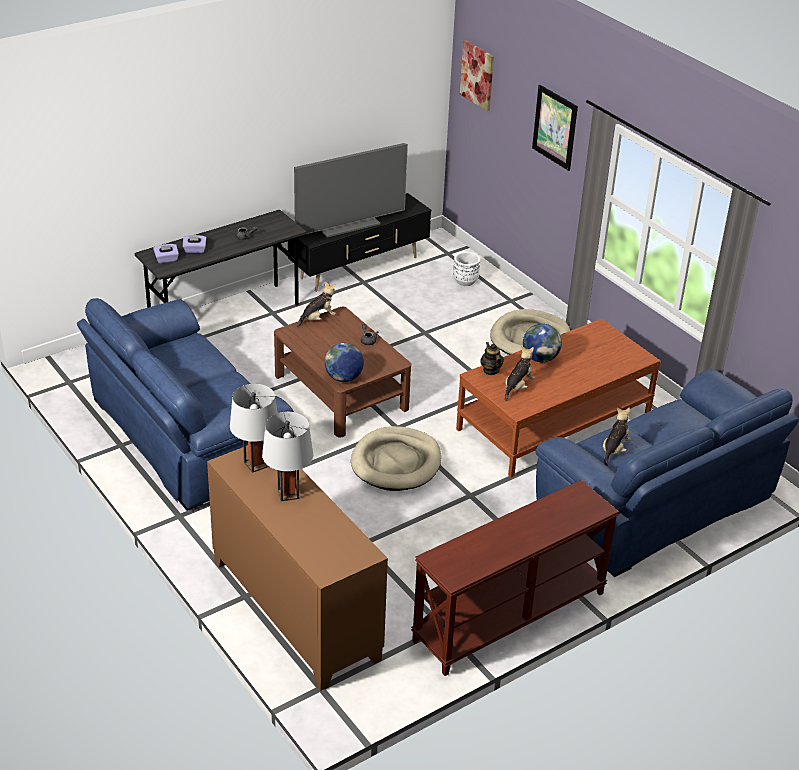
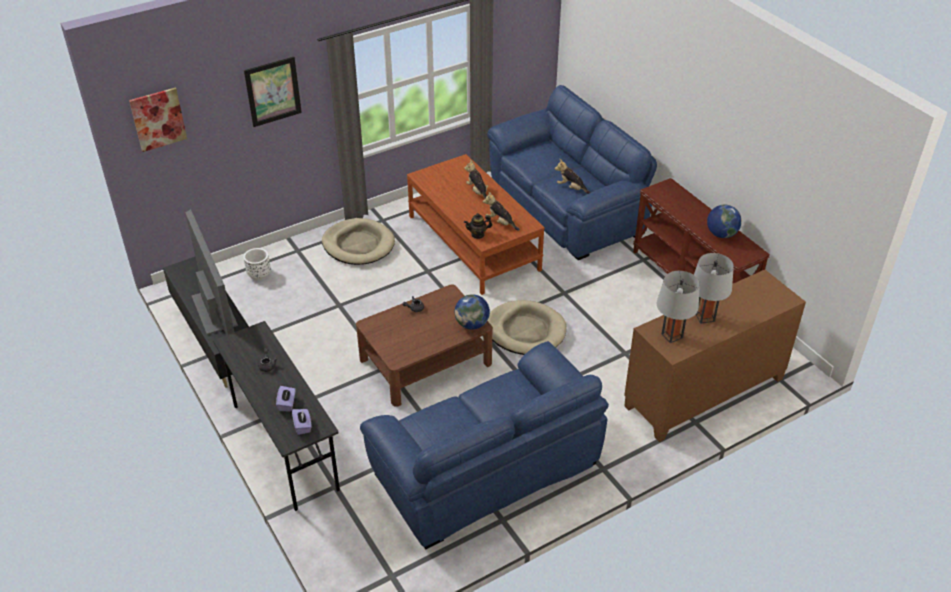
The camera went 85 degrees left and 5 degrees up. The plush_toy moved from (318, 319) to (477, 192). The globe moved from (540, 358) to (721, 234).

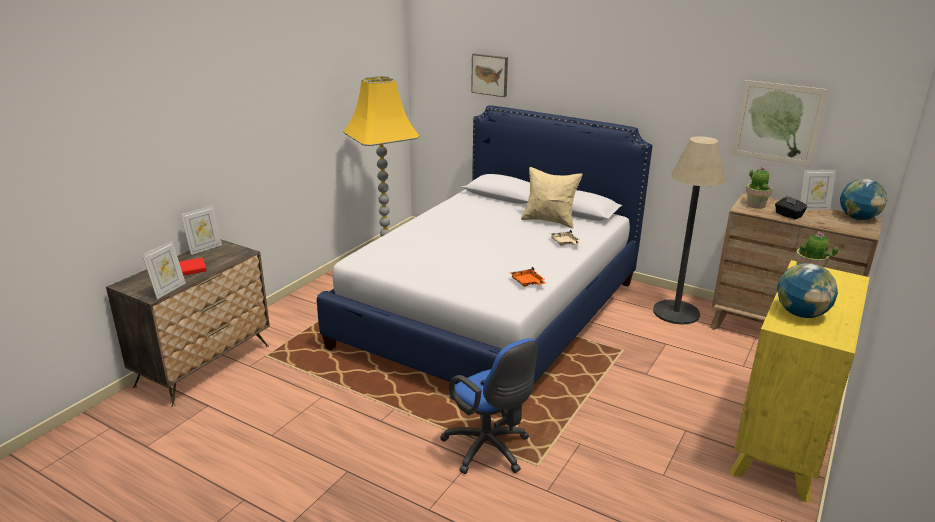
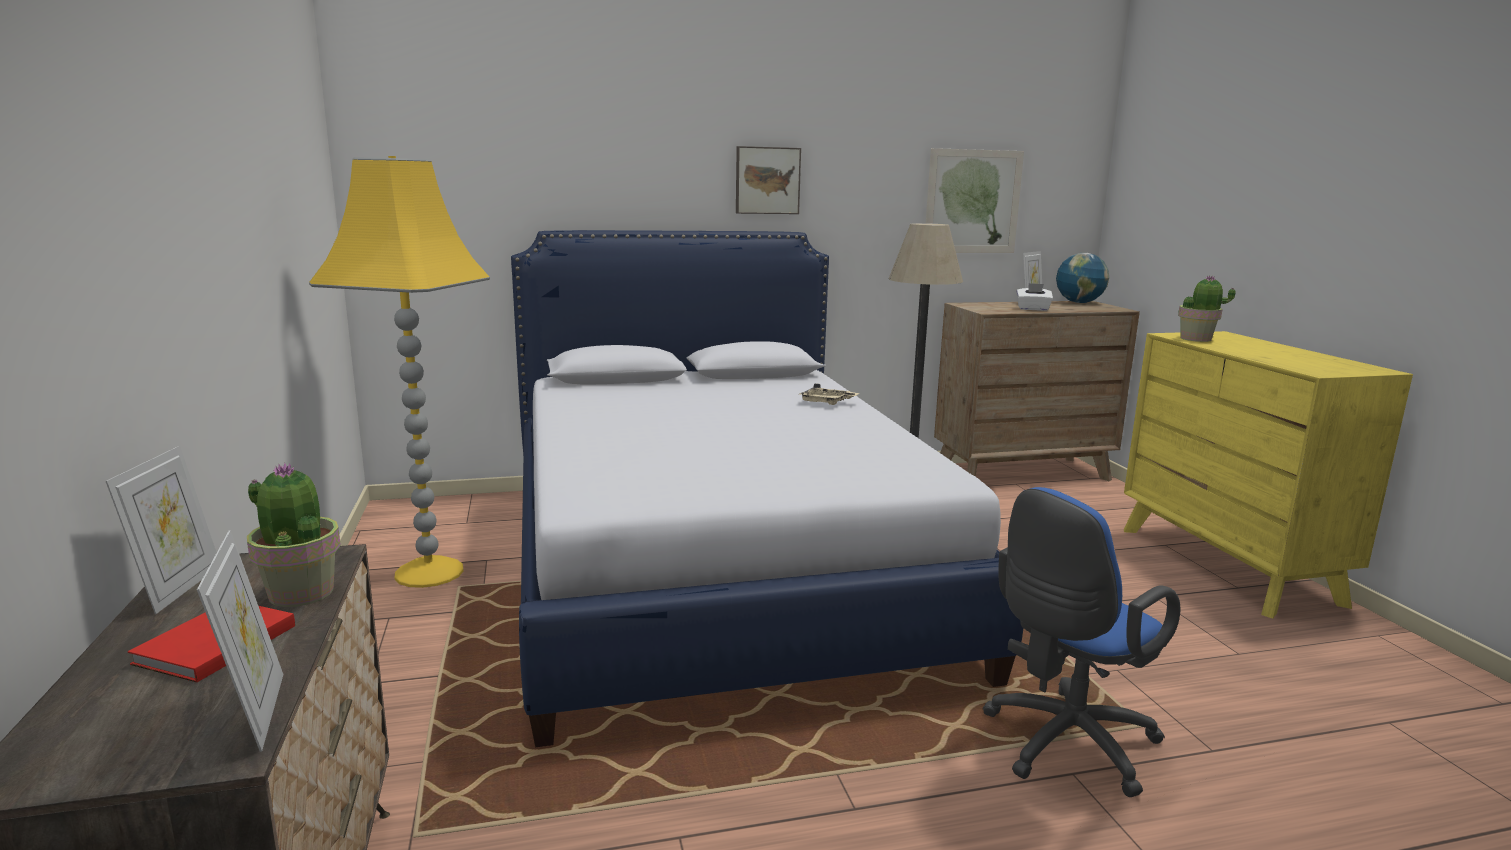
The camera went 45 degrees left and 10 degrees down. The orange_tray at (527, 282) disappeared. The beige_pillow at (549, 221) disappeared. The globe at (801, 314) disappeared. The picture moved from (490, 74) to (767, 180). The potted_plant moved from (755, 205) to (301, 592). The black_tissue_box at (788, 215) became the white_tissue_box at (1033, 309). The blue_office_chair at (489, 450) turned 135 degrees clockwise.

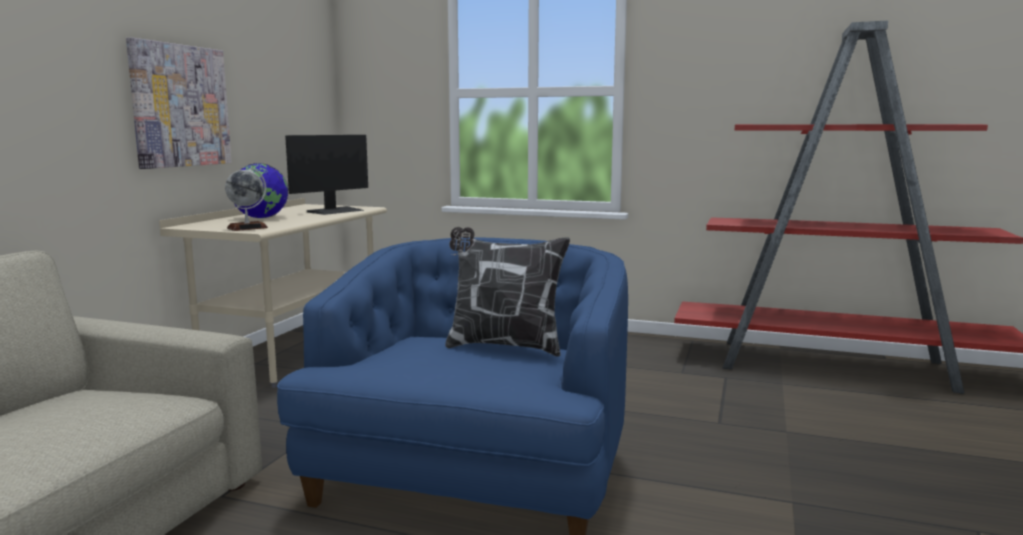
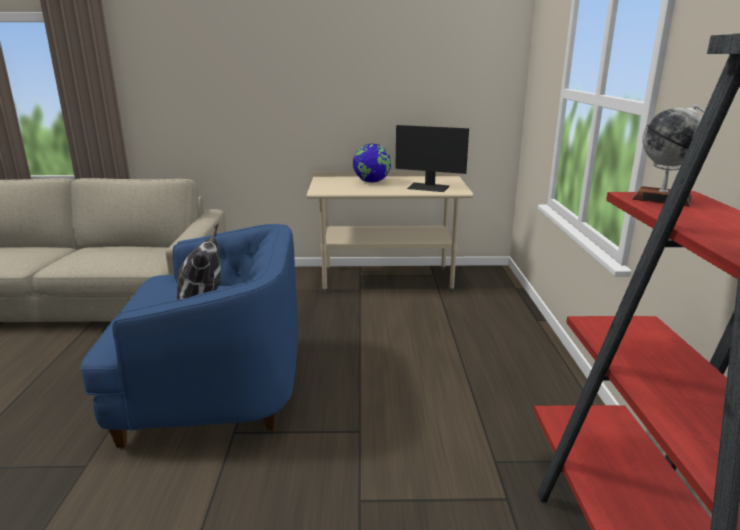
The camera went 70 degrees right and 10 degrees up. The picture at (180, 106) disappeared. The globe moved from (247, 228) to (662, 199).

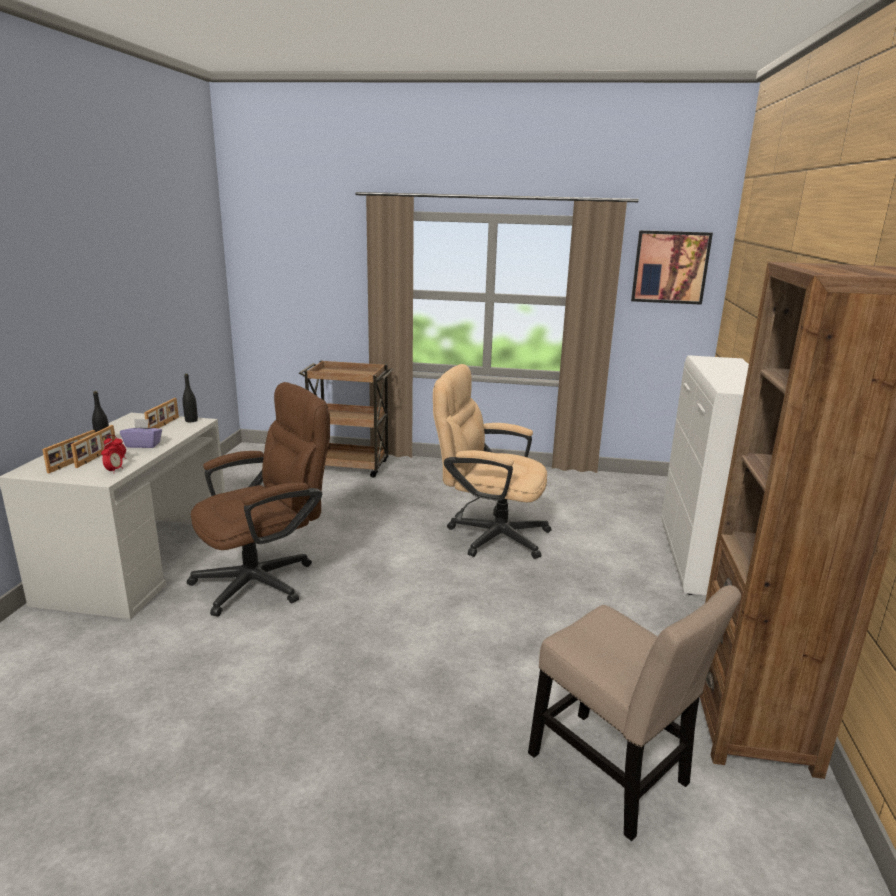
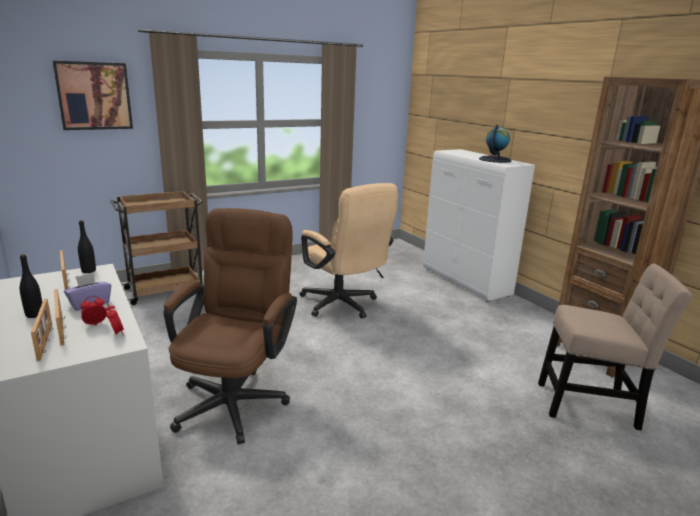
The camera went 40 degrees left and 0 degrees up. The globe at (494, 160) appeared. The picture moved from (670, 267) to (94, 96). The beige_office_chair at (488, 535) turned 105 degrees counterclockwise.

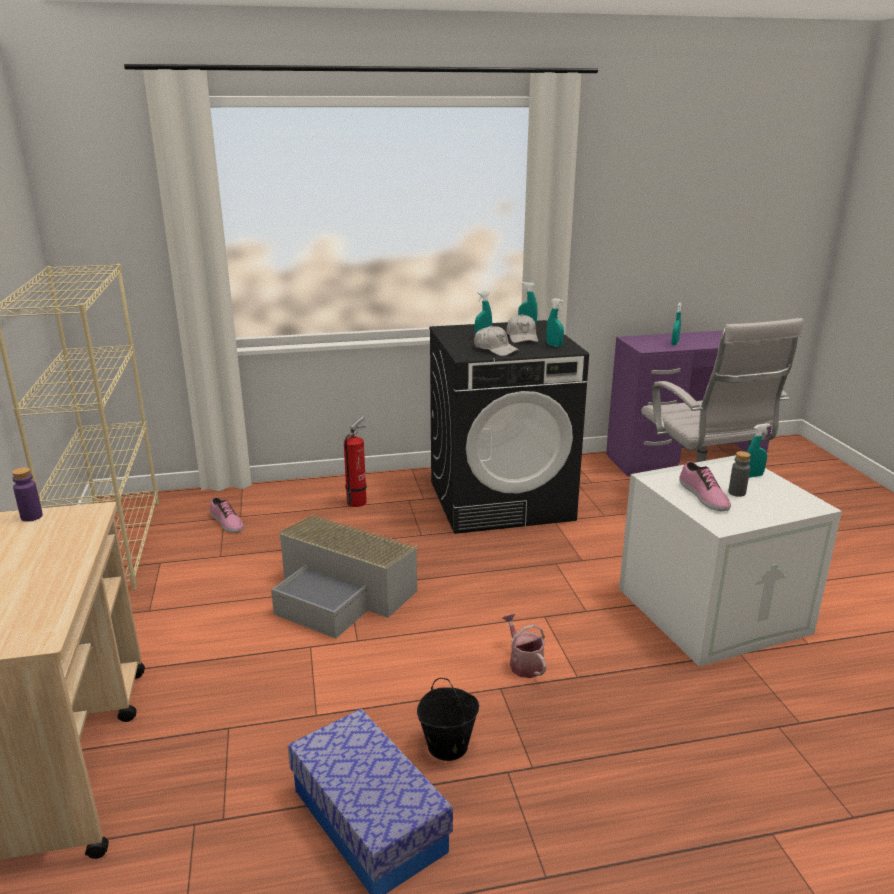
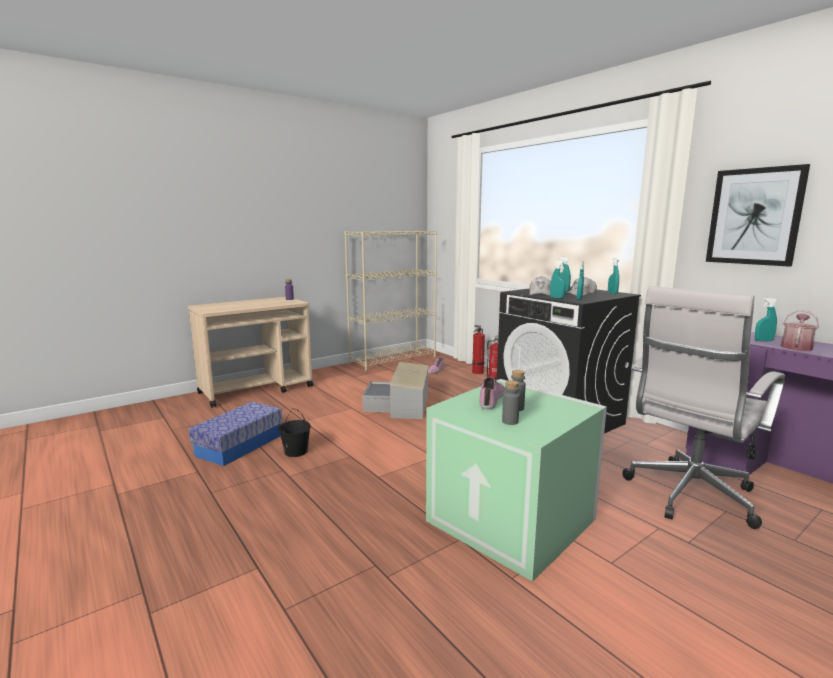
The camera went 65 degrees right and 10 degrees down. The fire_extinguisher at (477, 373) appeared. The grey_bottle at (510, 421) appeared. The picture at (754, 216) appeared. The watering_can moved from (523, 663) to (796, 346). The turquoise_spray_bottle moved from (752, 476) to (557, 298). The white_storage_box at (712, 608) became the green_storage_box at (514, 520). The shoe at (703, 496) turned 150 degrees clockwise.

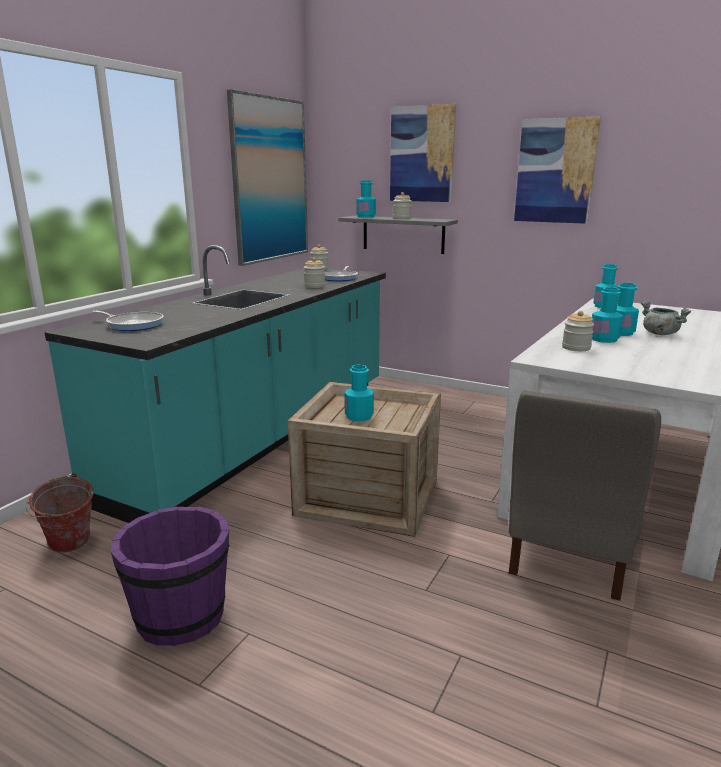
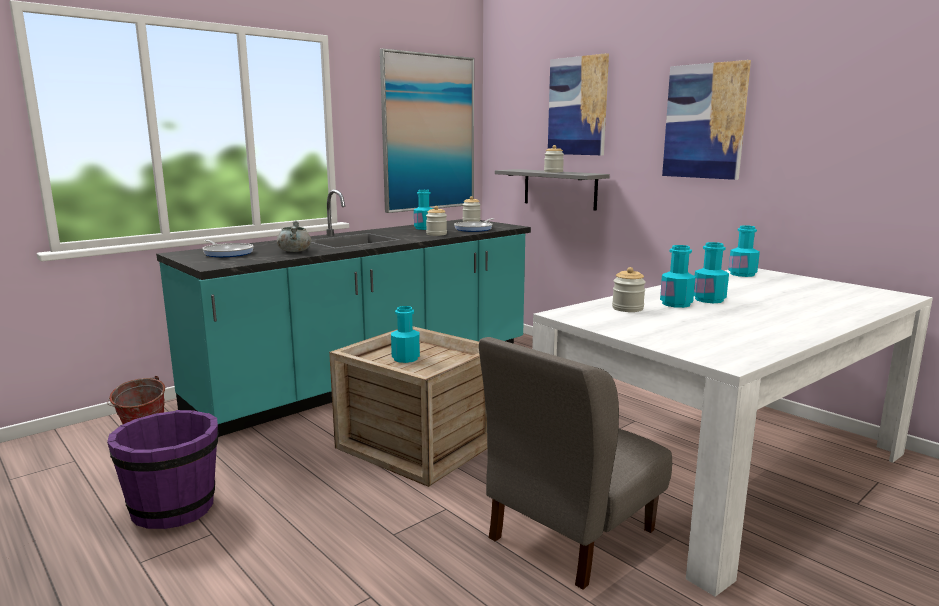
The camera went 20 degrees right and 5 degrees down. The turquoise_bottle moved from (366, 217) to (424, 228). The grey_cooking_pot moved from (659, 333) to (294, 251).

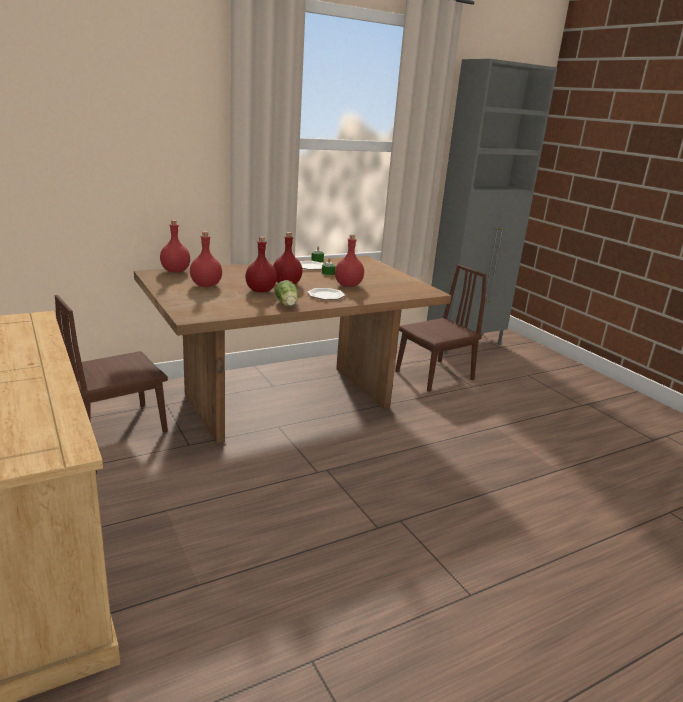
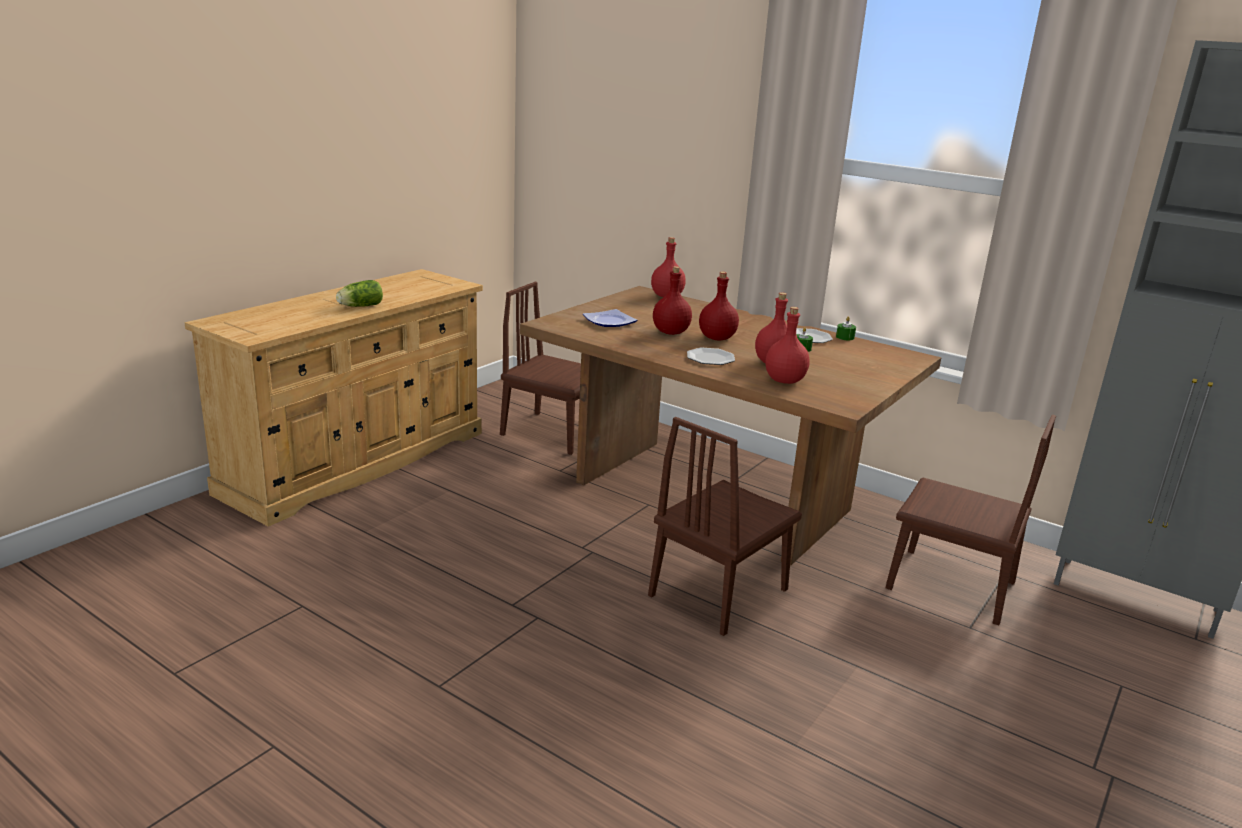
The camera went 65 degrees right and 0 degrees up. The plate at (610, 322) appeared. The brown_chair at (718, 592) appeared. The red_bottle moved from (206, 285) to (785, 380). The lettuce moved from (287, 304) to (359, 306).

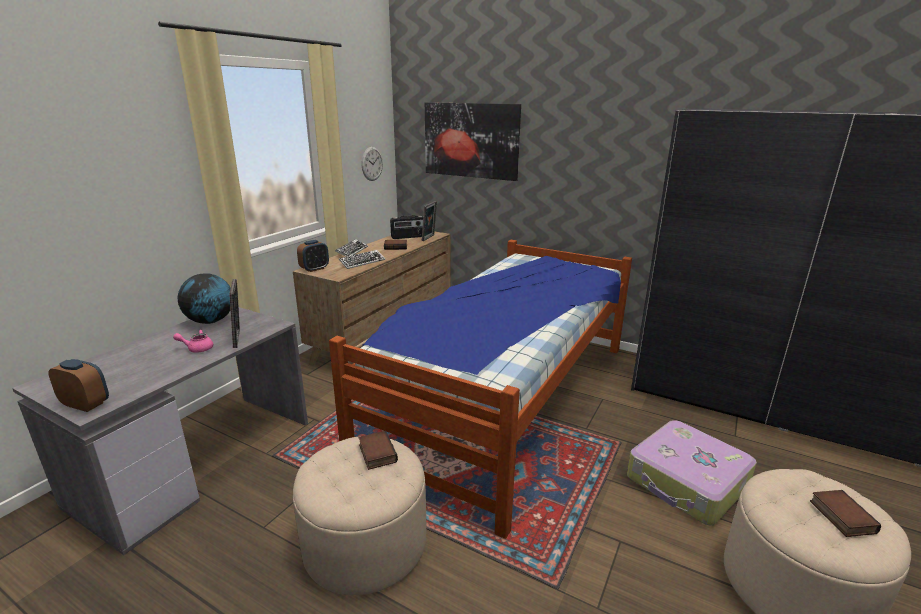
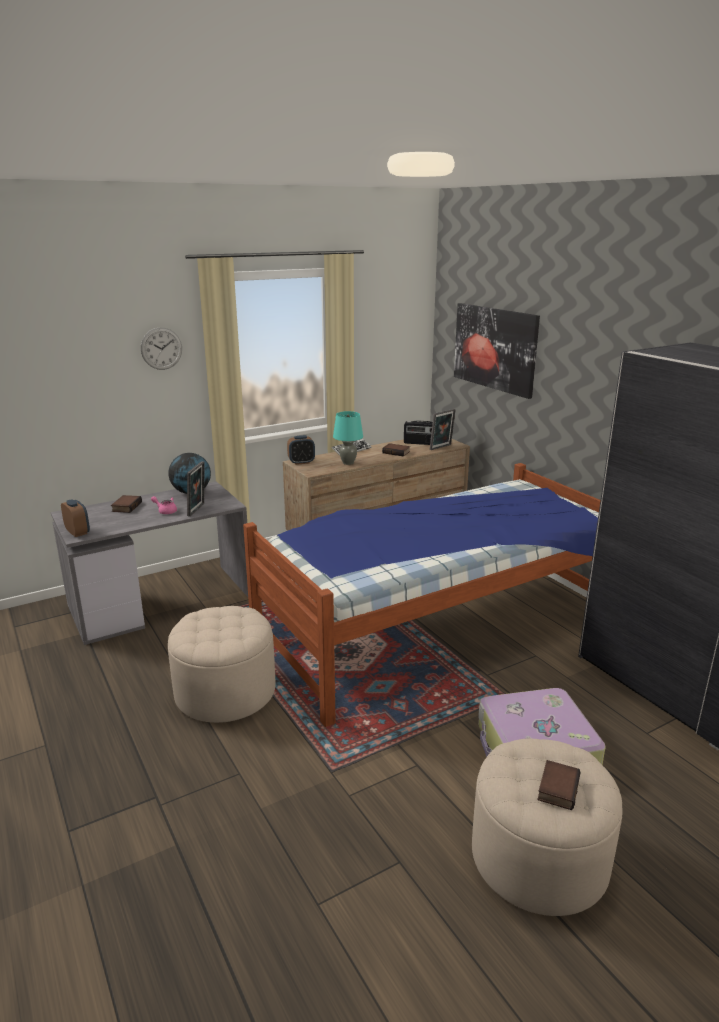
The camera went 30 degrees right and 0 degrees up. The book moved from (376, 453) to (126, 506). The wall_clock moved from (372, 164) to (161, 348). The keyboard at (362, 262) was replaced by the turquoise_table_lamp at (348, 463).

